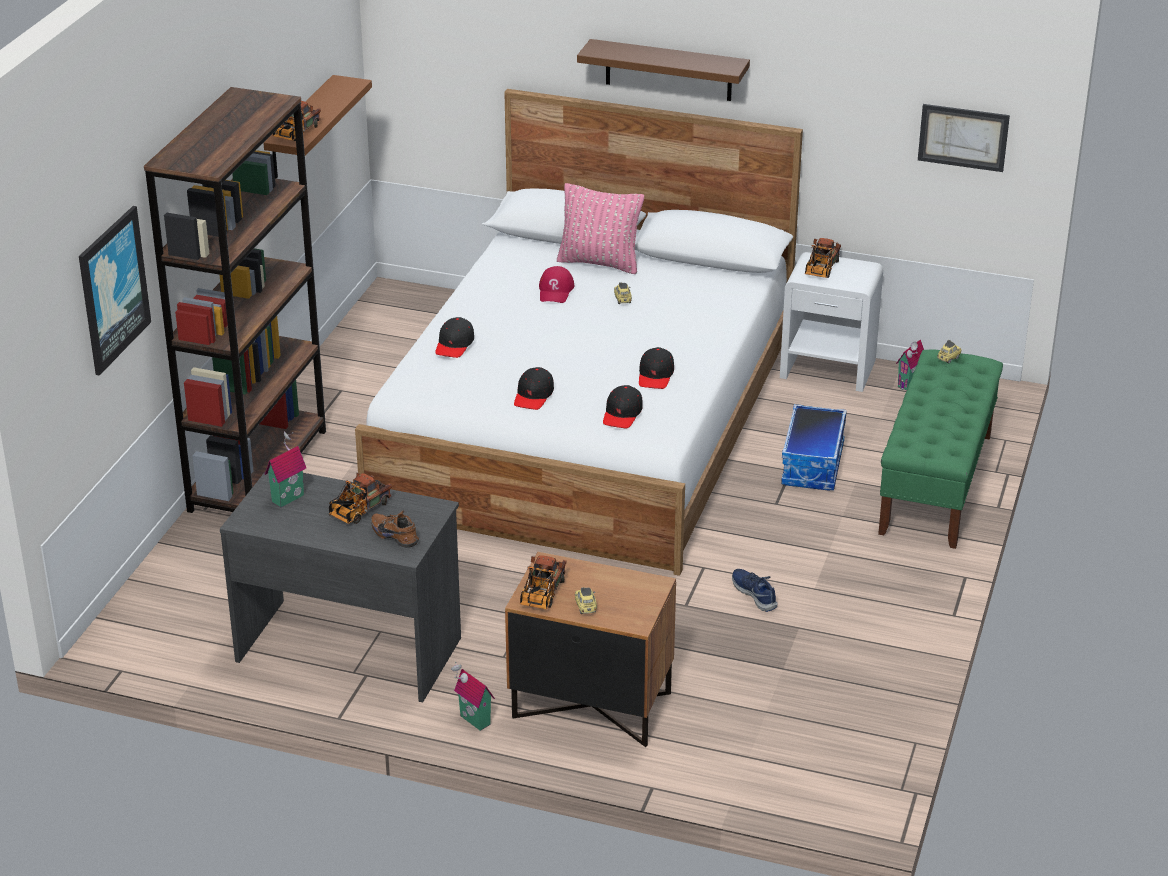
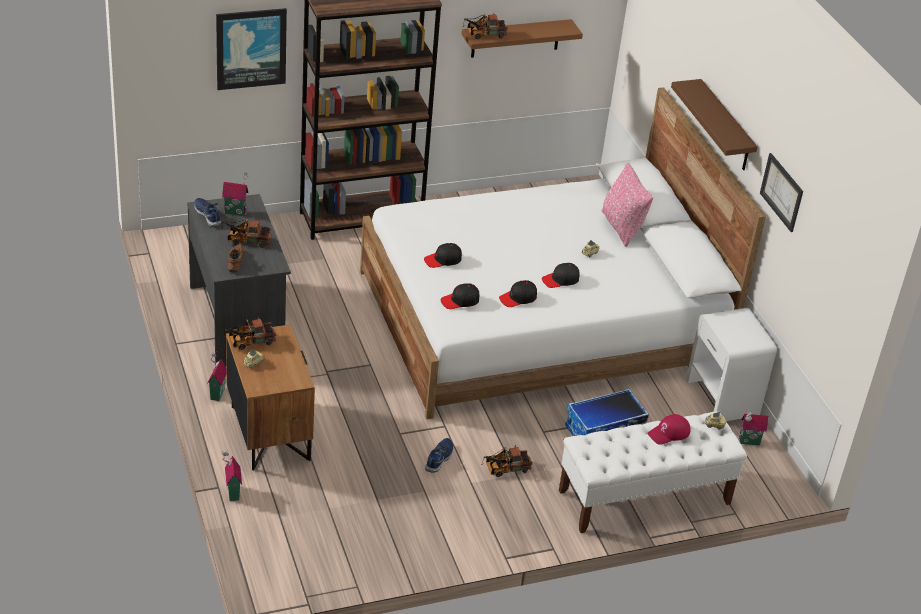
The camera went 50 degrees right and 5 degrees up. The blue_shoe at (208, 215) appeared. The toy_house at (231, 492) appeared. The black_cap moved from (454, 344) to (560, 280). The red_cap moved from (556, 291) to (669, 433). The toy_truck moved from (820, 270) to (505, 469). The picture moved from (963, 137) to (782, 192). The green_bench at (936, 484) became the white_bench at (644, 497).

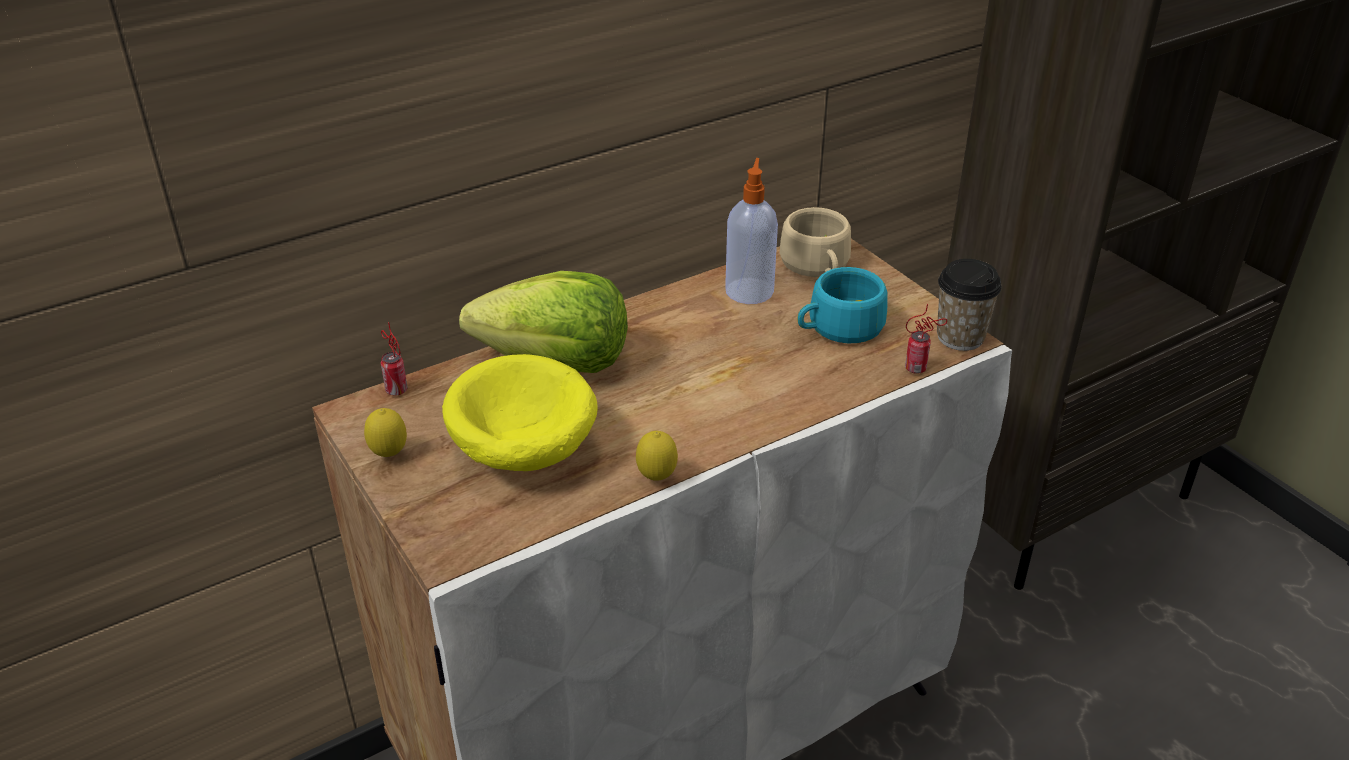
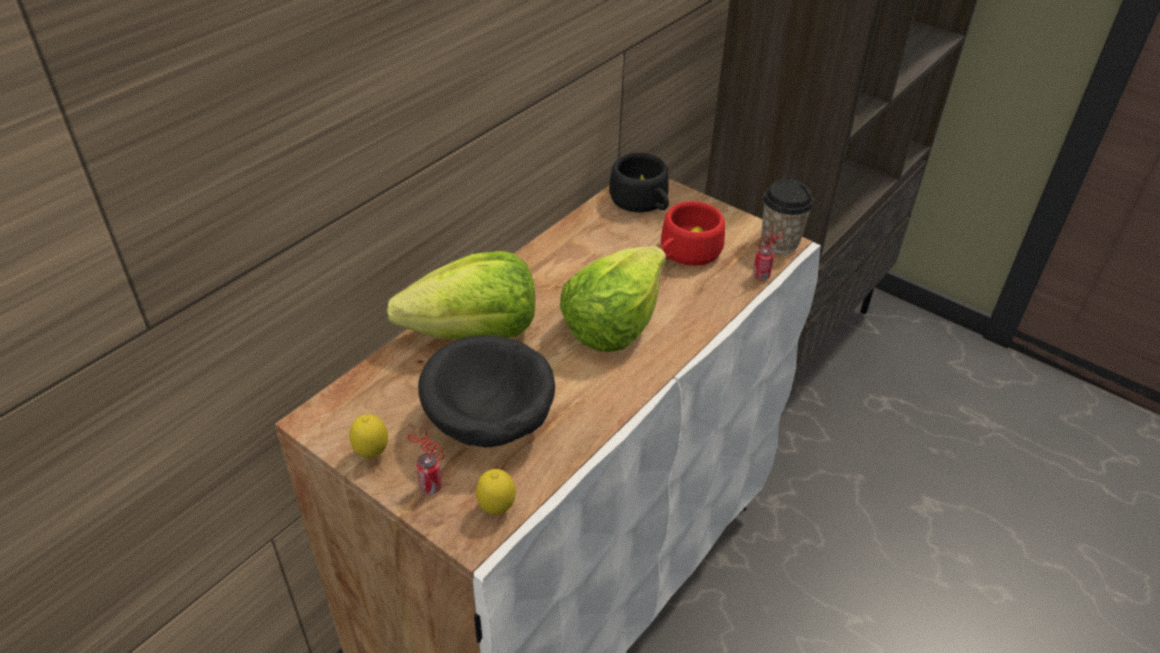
The camera went 20 degrees left and 5 degrees up. The soap_dispenser at (749, 290) disappeared. The lettuce at (613, 321) appeared. The can moved from (395, 389) to (428, 485). The lemon moved from (656, 478) to (496, 509). The yellow_bowl at (523, 454) became the black_bowl at (490, 424). The beige_cup at (817, 267) became the black_cup at (642, 202). The turquoise_cup at (838, 328) became the red_cup at (685, 253).

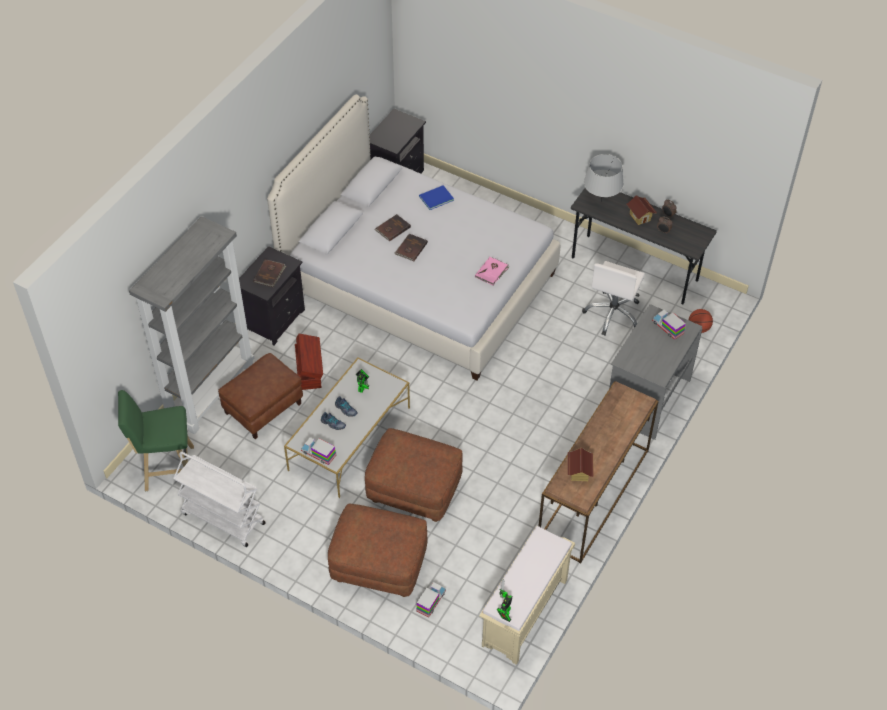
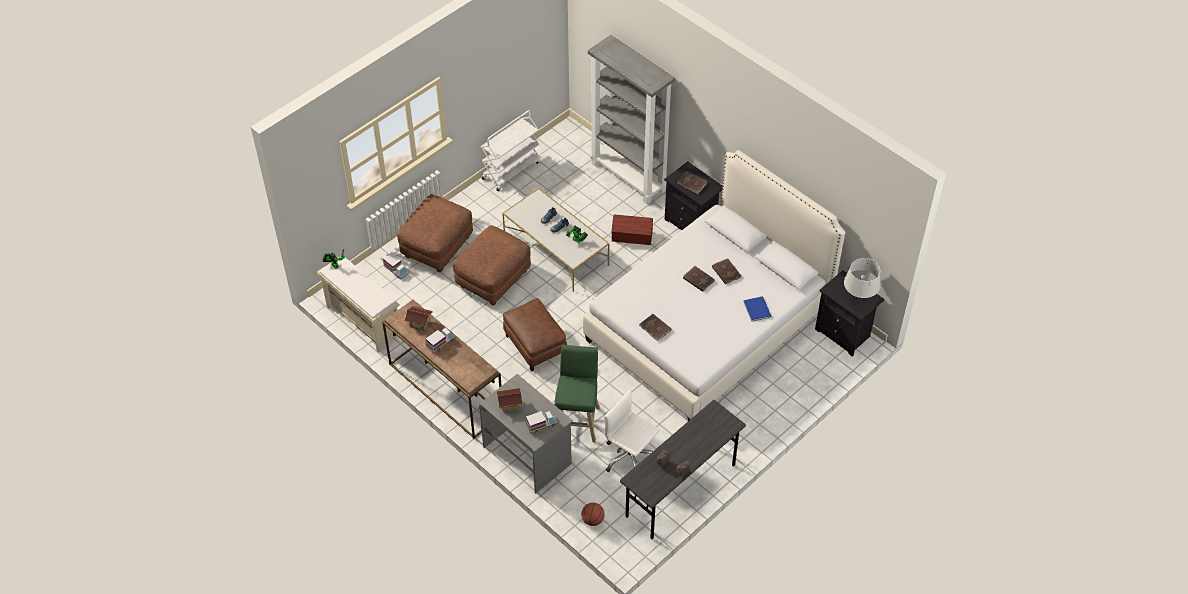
The camera went 105 degrees right and 0 degrees up. The green_stool moved from (166, 468) to (577, 420). The brown_ottoman moved from (263, 409) to (534, 345). The toy_truck moved from (318, 454) to (440, 343). The grey_table_lamp moved from (601, 201) to (859, 298). The toy_house moved from (640, 217) to (510, 405). The pink_book at (492, 272) became the brown_book at (655, 328).

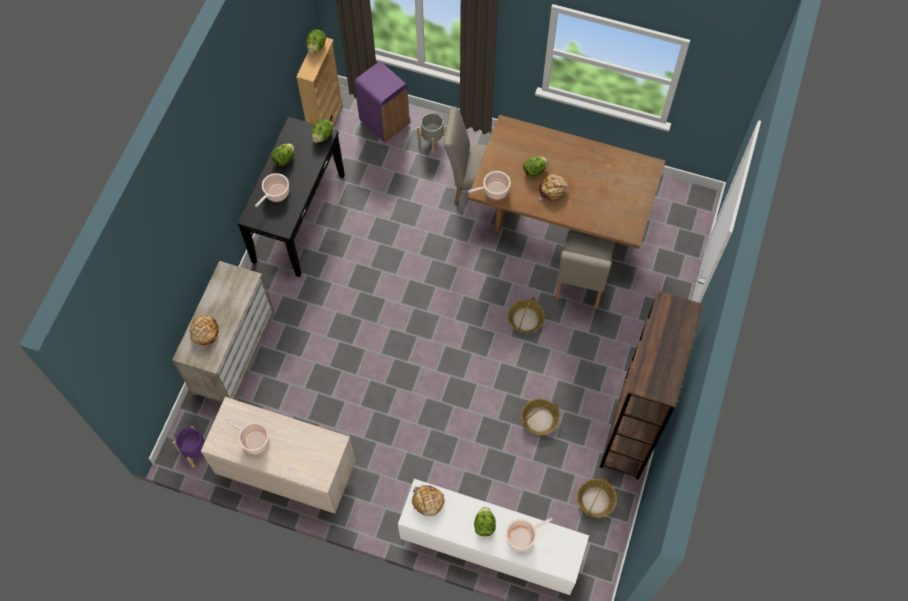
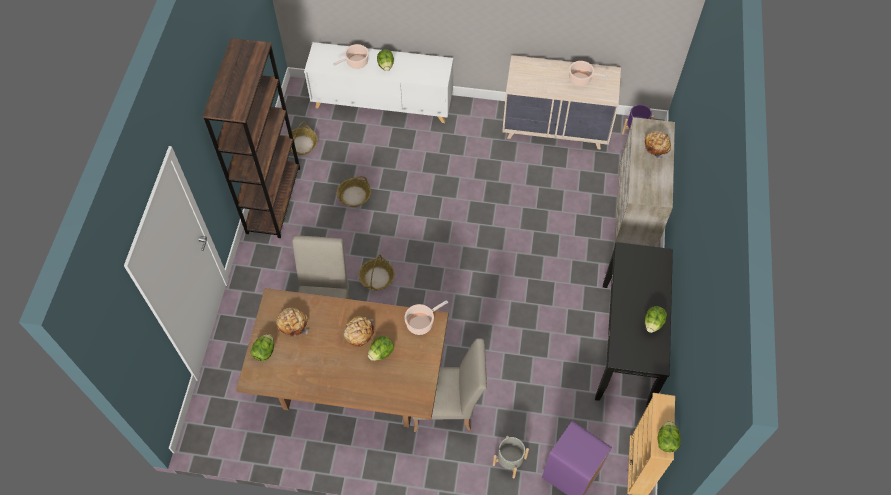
The camera went 170 degrees right and 5 degrees down. The cooking_pot at (276, 194) disappeared. The lettuce moved from (322, 136) to (264, 352). The bread moved from (427, 502) to (293, 323).

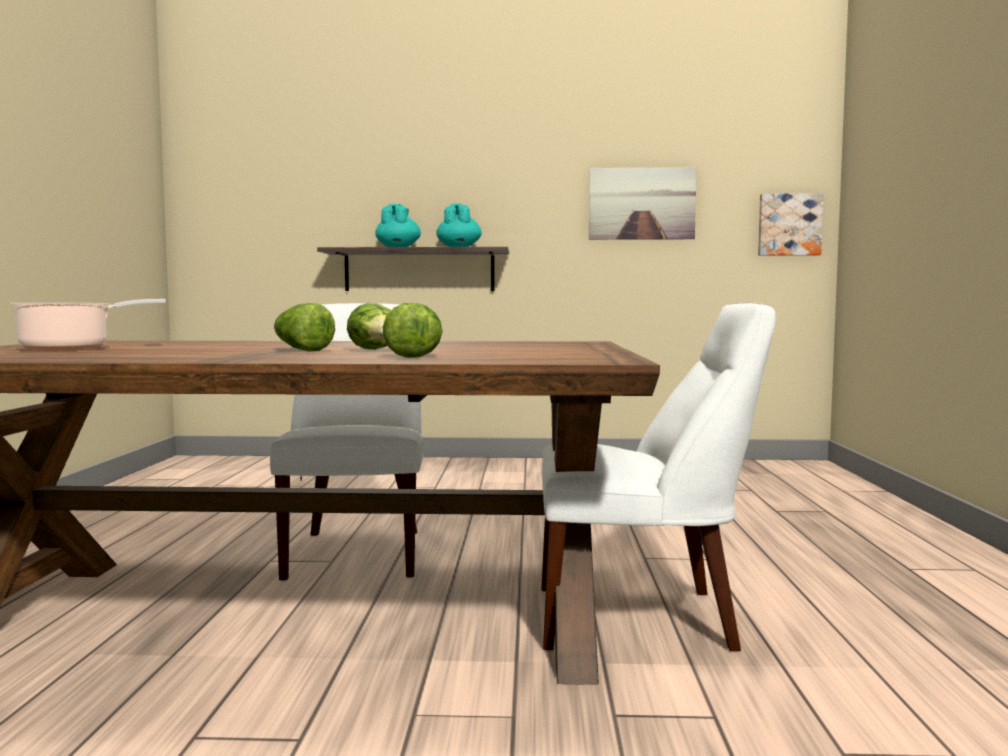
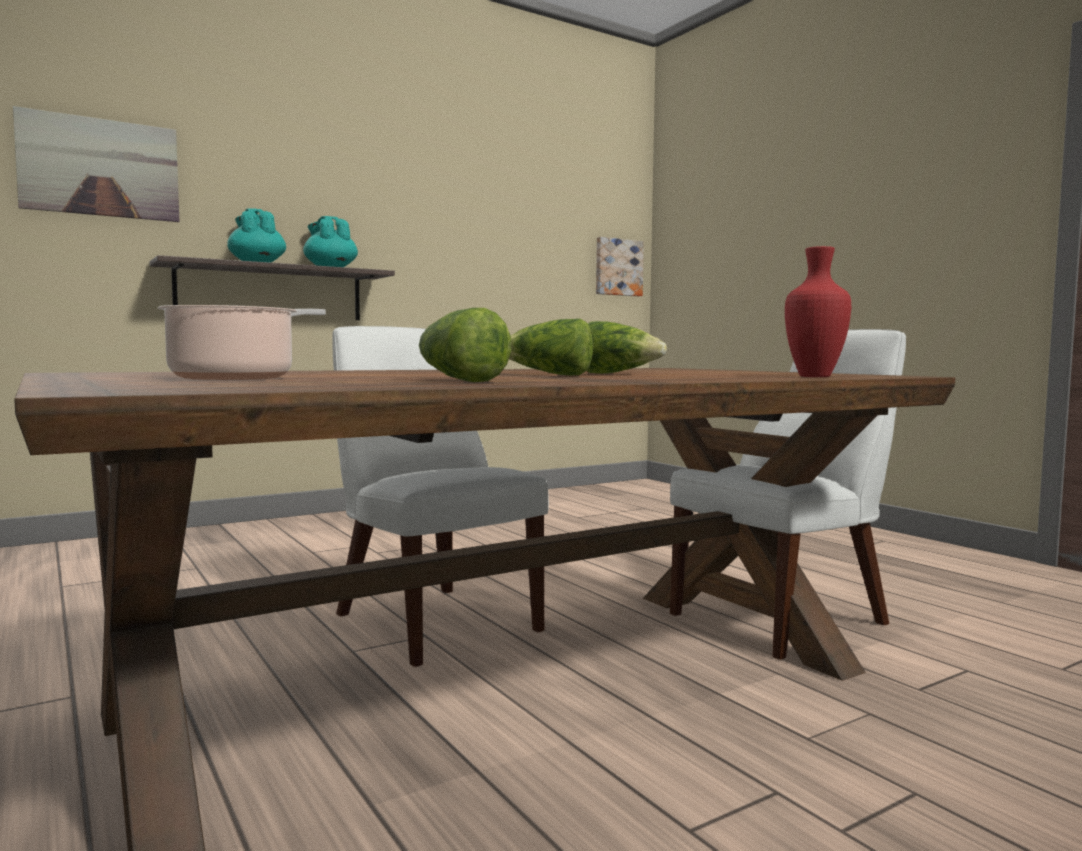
The camera went 35 degrees left and 0 degrees up. The red_vase at (817, 377) appeared. The lettuce moved from (413, 356) to (459, 381). The picture moved from (641, 204) to (100, 167).

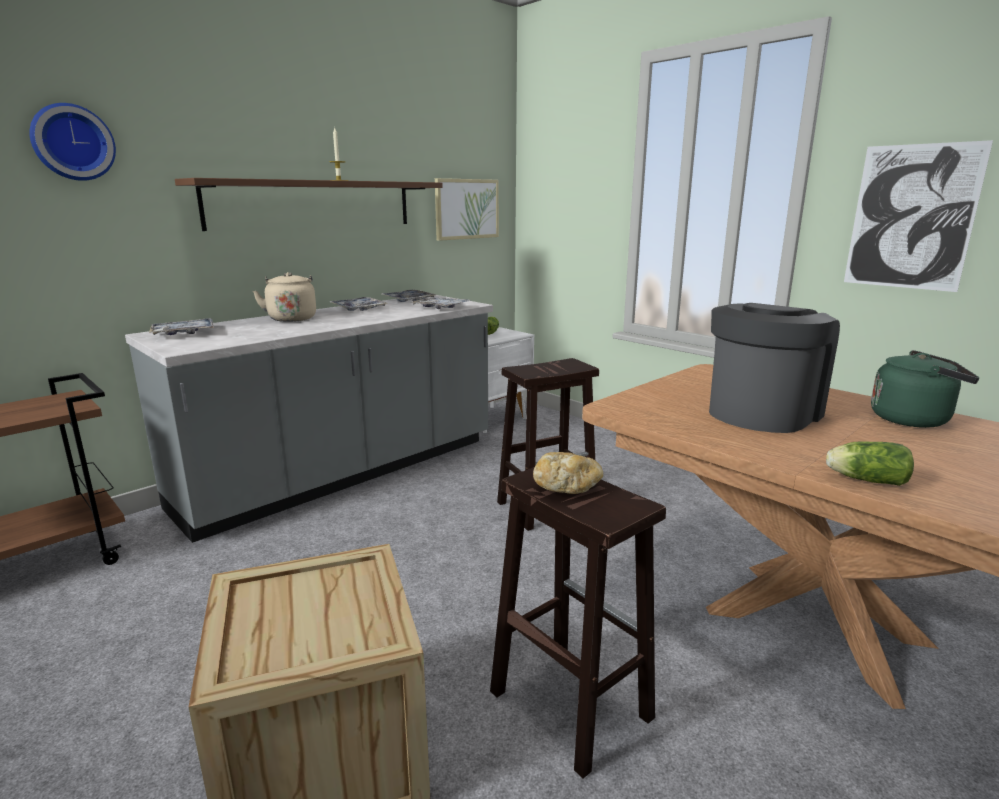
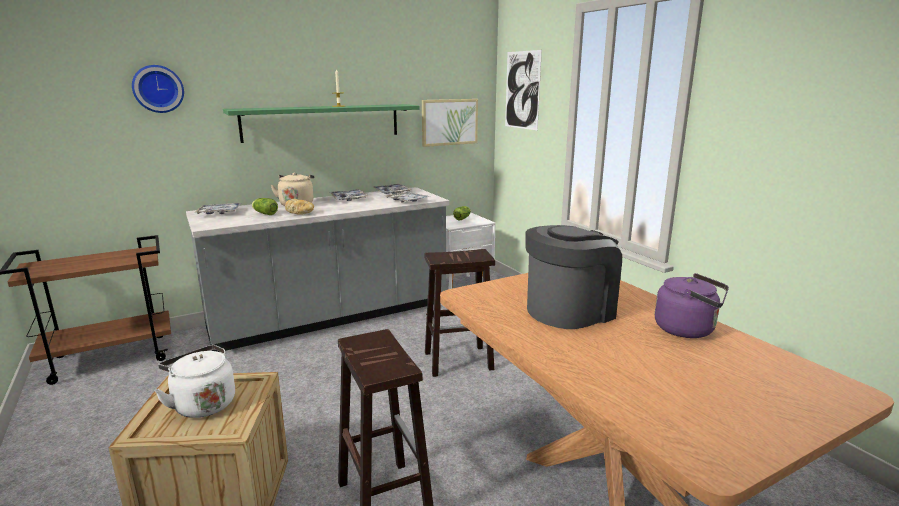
The camera went 15 degrees right and 0 degrees up. The white_kettle at (203, 404) appeared. The bread moved from (566, 487) to (300, 213). The lettuce moved from (864, 480) to (264, 213). The picture moved from (911, 217) to (522, 90). The brown_shelf at (314, 204) became the green_shelf at (322, 122). The green_kettle at (914, 419) became the purple_kettle at (688, 330).

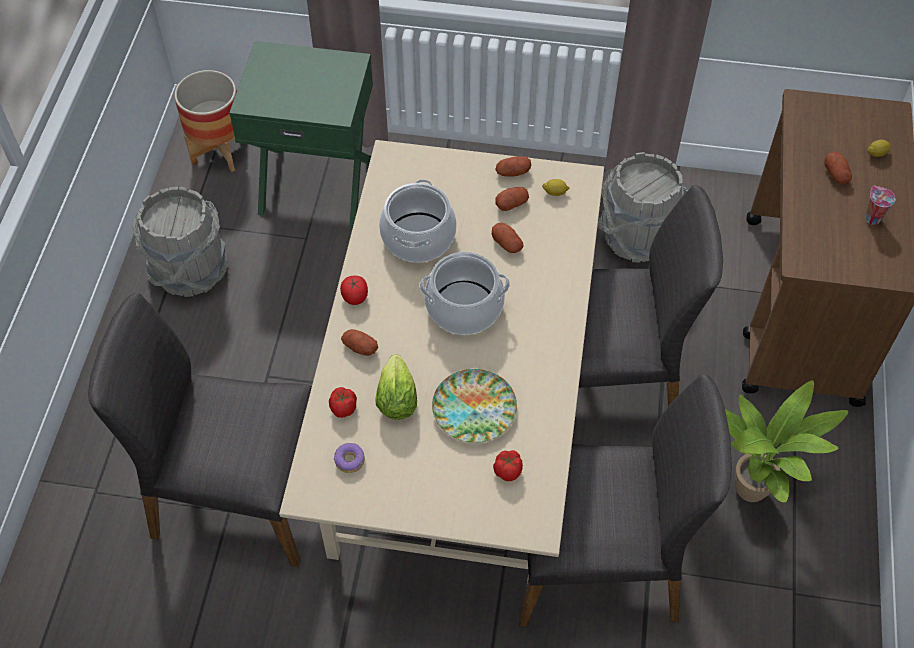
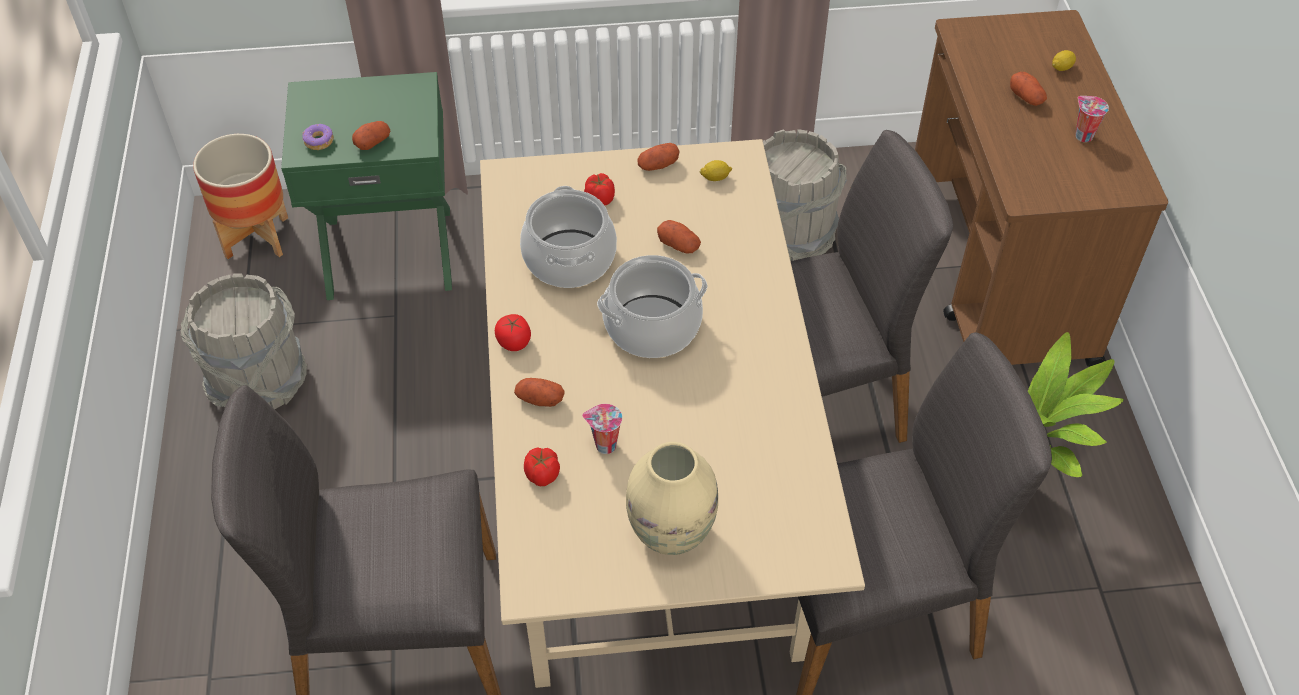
The camera went 15 degrees left and 5 degrees down. The plate at (474, 410) disappeared. The beige_vase at (671, 533) appeared. The donut moved from (350, 461) to (319, 141). The tomato moved from (508, 470) to (600, 198). The potato moved from (511, 204) to (372, 142). The lettuce at (396, 396) was replaced by the cup at (604, 446).

